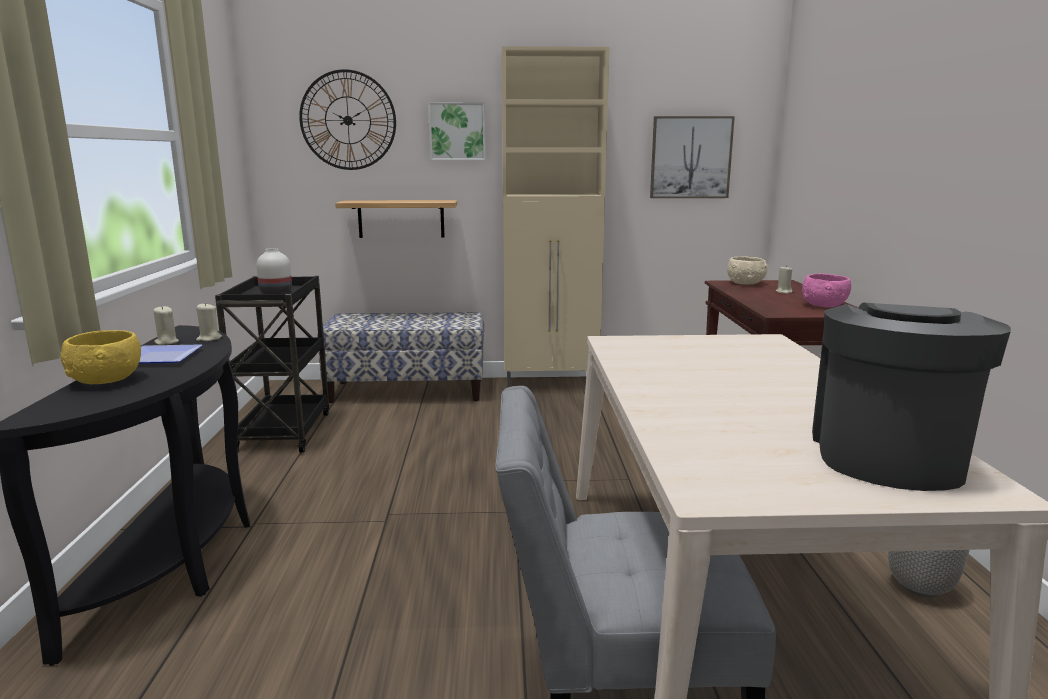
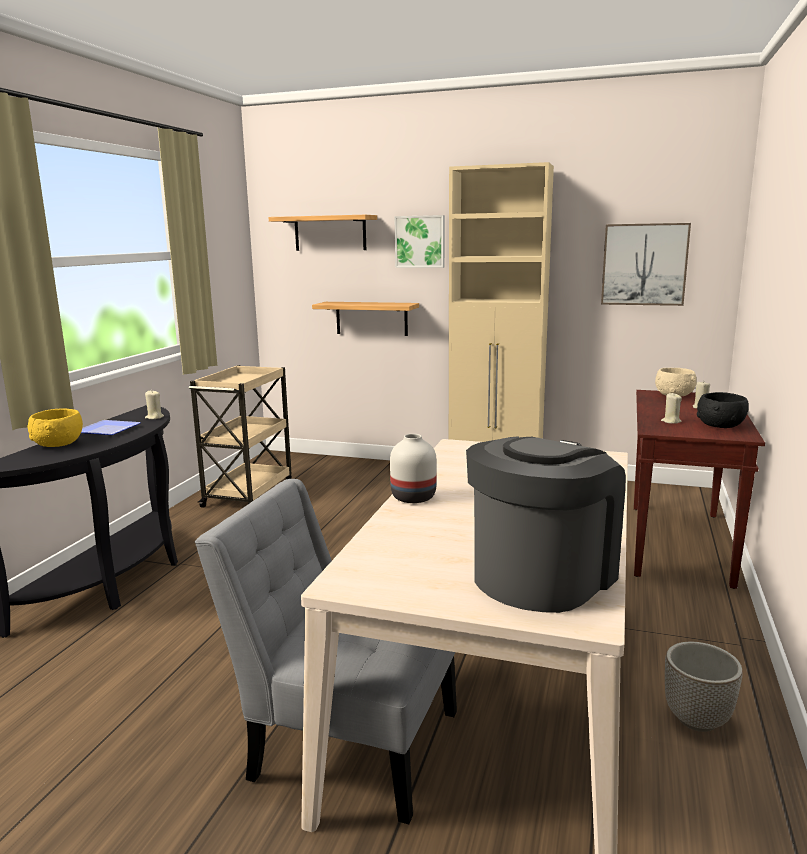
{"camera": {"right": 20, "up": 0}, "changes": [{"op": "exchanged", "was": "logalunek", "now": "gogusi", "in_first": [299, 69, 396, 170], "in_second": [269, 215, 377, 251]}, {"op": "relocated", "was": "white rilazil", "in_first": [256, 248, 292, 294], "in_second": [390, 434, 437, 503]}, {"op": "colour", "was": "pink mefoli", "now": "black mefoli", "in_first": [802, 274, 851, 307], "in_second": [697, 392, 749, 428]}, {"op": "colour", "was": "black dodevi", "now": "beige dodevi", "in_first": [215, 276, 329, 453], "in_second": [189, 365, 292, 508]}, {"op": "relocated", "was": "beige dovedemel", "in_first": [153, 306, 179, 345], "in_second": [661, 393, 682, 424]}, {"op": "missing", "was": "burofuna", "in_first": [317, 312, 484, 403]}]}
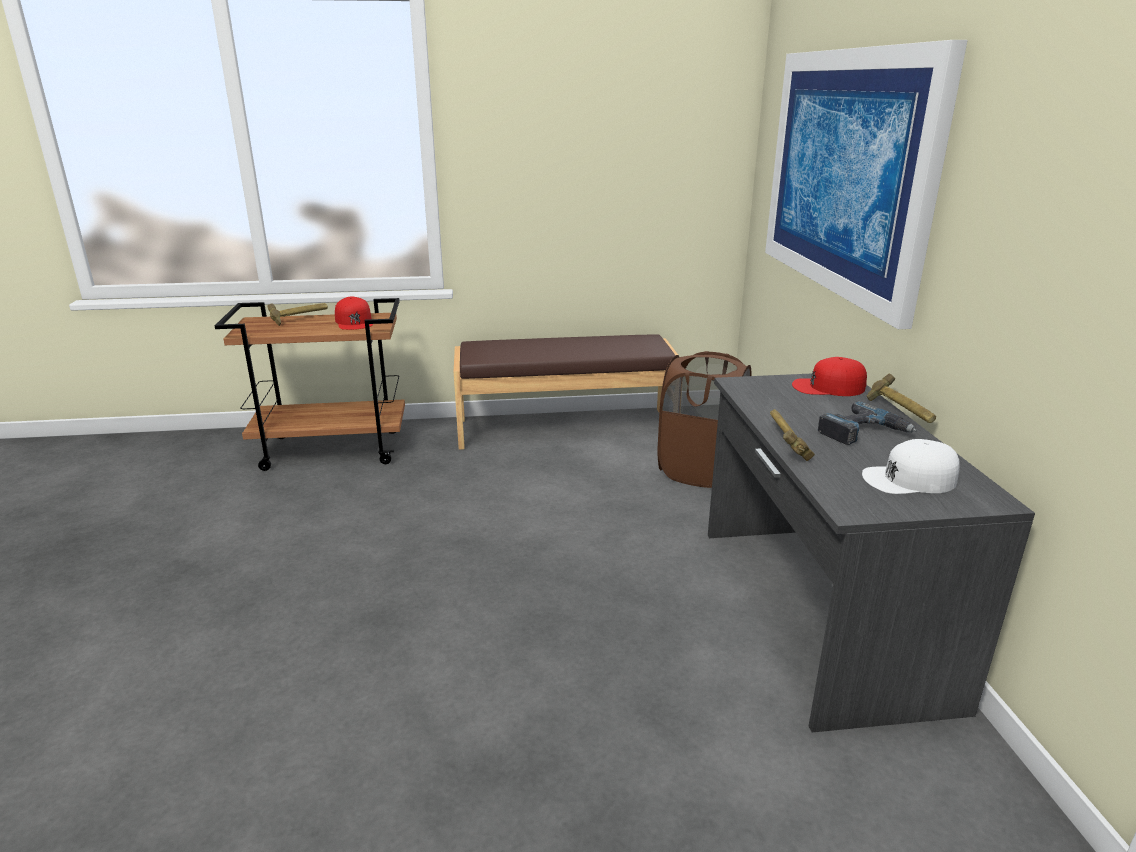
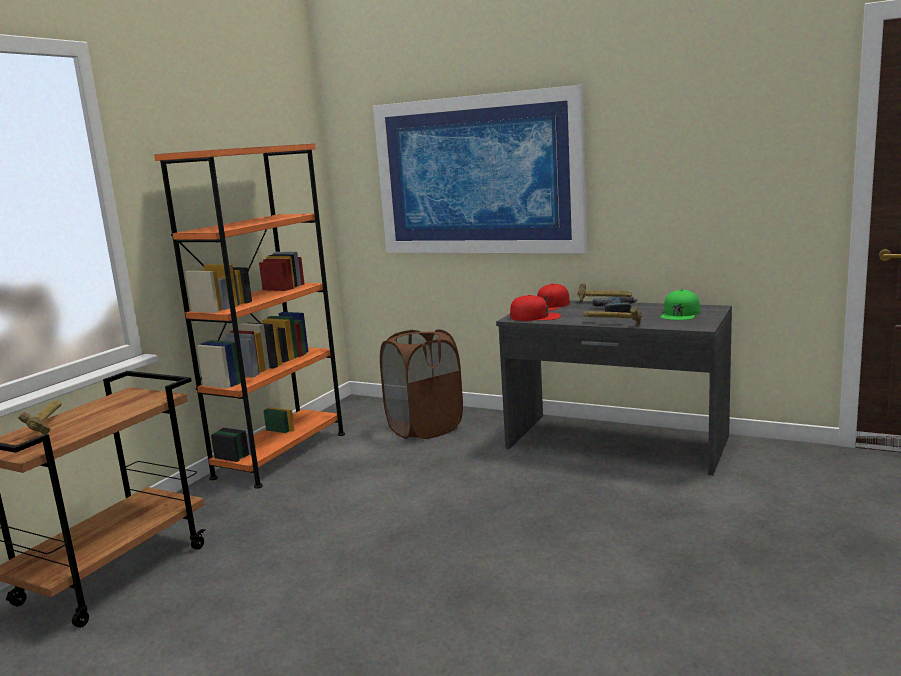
{"camera": {"right": -55, "up": -10}, "changes": [{"op": "relocated", "was": "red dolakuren", "in_first": [335, 296, 373, 330], "in_second": [510, 295, 561, 321]}, {"op": "exchanged", "was": "brown burofuna", "now": "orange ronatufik", "in_first": [454, 334, 680, 450], "in_second": [154, 143, 345, 489]}, {"op": "colour", "was": "white dolakuren", "now": "green dolakuren", "in_first": [862, 439, 960, 494], "in_second": [660, 290, 700, 320]}]}
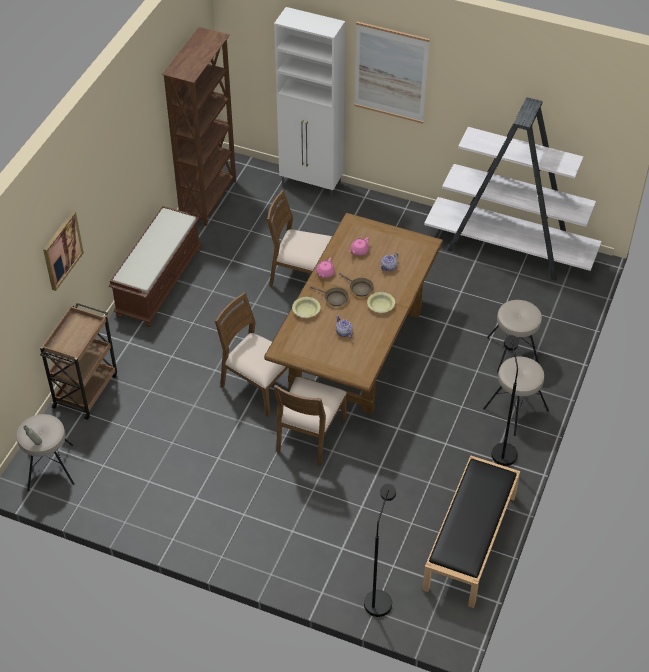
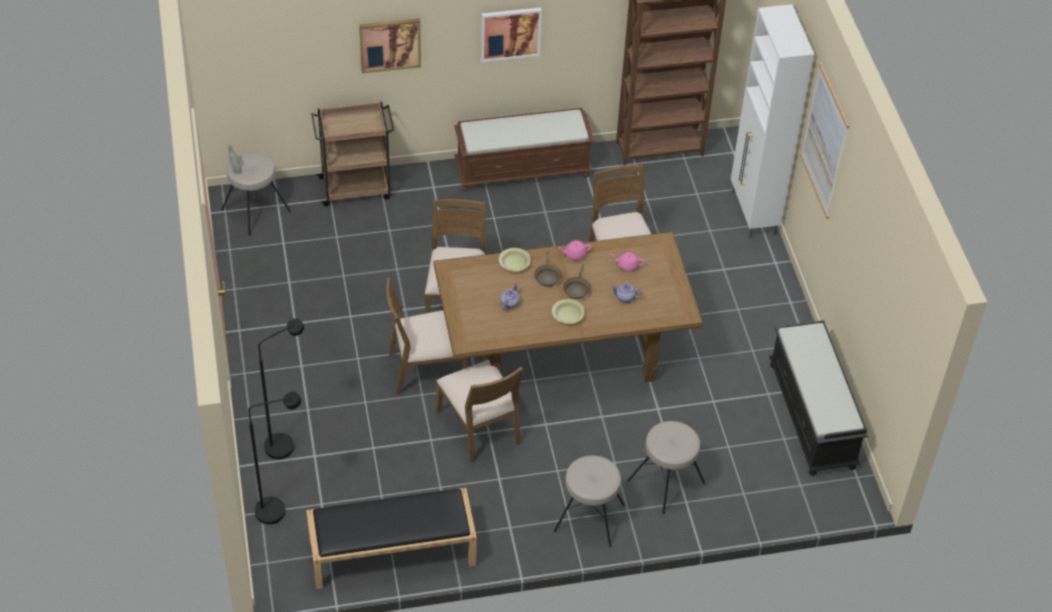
{"camera": {"right": 55, "up": 0}, "changes": [{"op": "exchanged", "was": "white ronatufik", "now": "black burofuna", "in_first": [424, 97, 602, 281], "in_second": [769, 320, 868, 476]}, {"op": "relocated", "was": "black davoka", "in_first": [491, 335, 519, 466], "in_second": [258, 318, 304, 460]}, {"op": "appeared", "now": "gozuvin", "in_second": [481, 7, 542, 62]}, {"op": "appeared", "now": "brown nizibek", "in_second": [436, 360, 523, 463]}]}
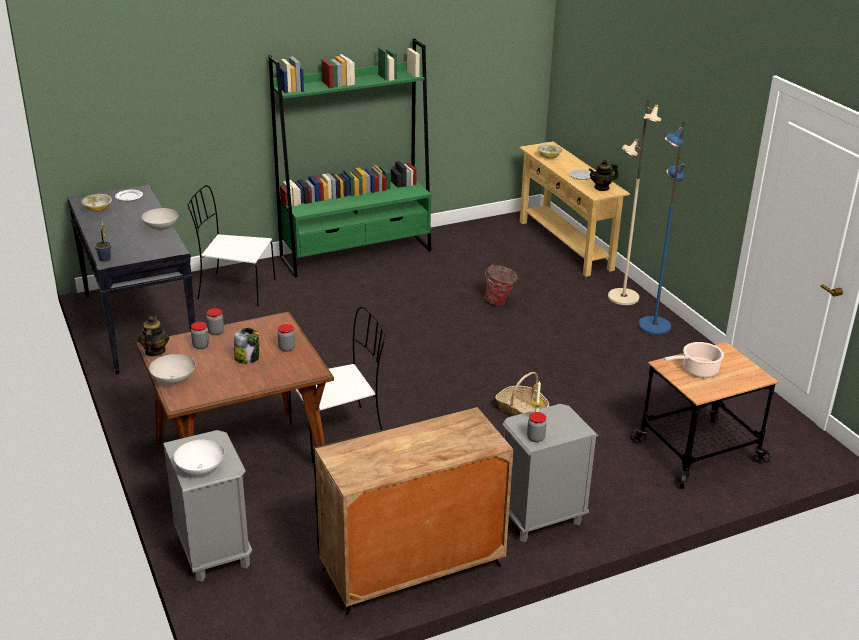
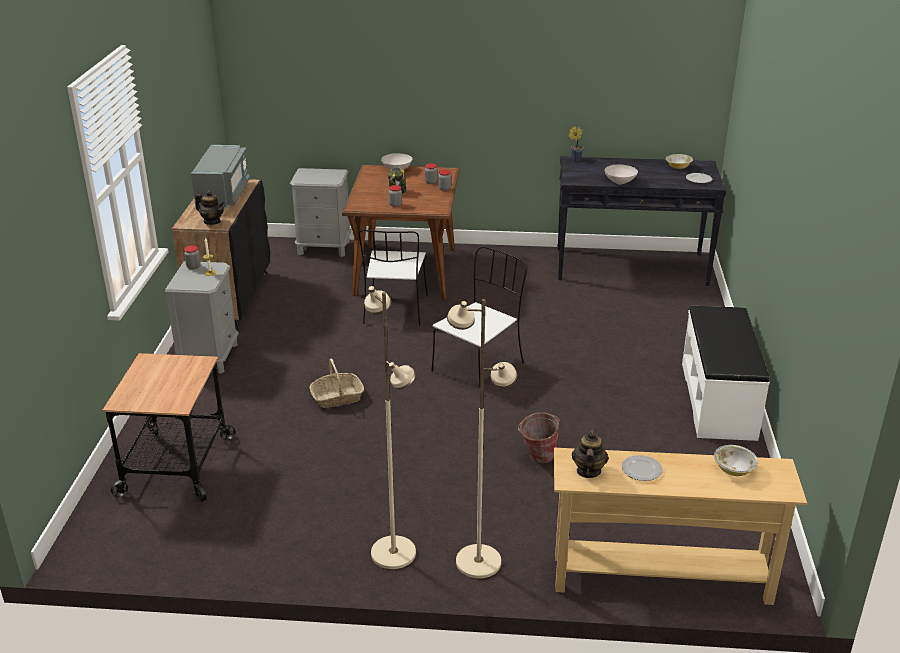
{"camera": {"right": 120, "up": 0}, "changes": [{"op": "exchanged", "was": "green ronatufik", "now": "white burofuna", "in_first": [268, 38, 431, 277], "in_second": [682, 306, 770, 441]}, {"op": "colour", "was": "blue davoka", "now": "beige davoka", "in_first": [638, 121, 686, 335], "in_second": [364, 286, 416, 569]}, {"op": "relocated", "was": "white nizibek", "in_first": [187, 185, 275, 307], "in_second": [431, 246, 527, 383]}, {"op": "relocated", "was": "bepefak", "in_first": [138, 315, 169, 356], "in_second": [195, 191, 225, 225]}, {"op": "missing", "was": "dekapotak", "in_first": [664, 342, 724, 378]}, {"op": "missing", "was": "white mefoli", "in_first": [174, 440, 224, 475]}, {"op": "appeared", "now": "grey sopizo", "in_second": [191, 145, 250, 208]}]}
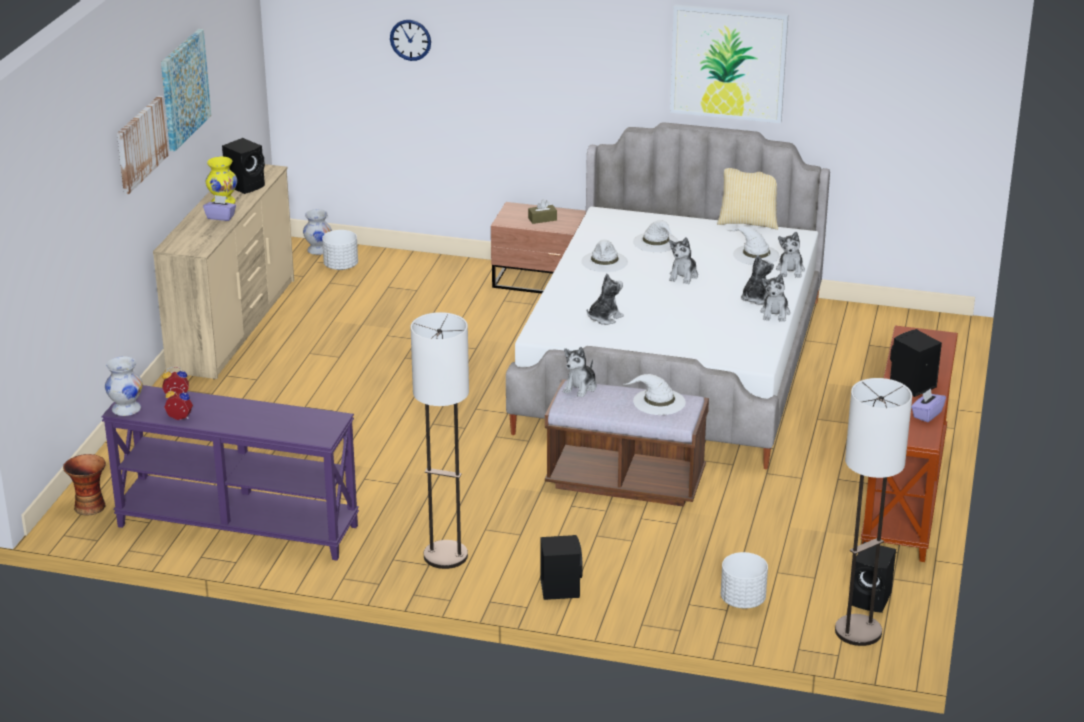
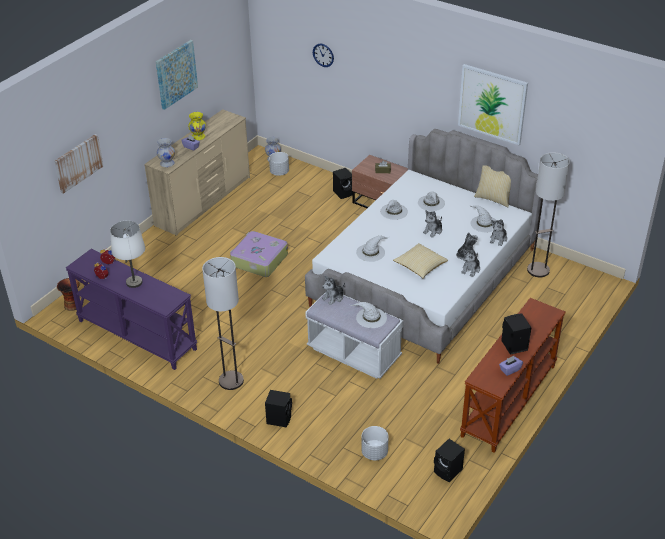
{"camera": {"right": 20, "up": 10}, "changes": [{"op": "relocated", "was": "gozuvin", "in_first": [117, 96, 169, 194], "in_second": [54, 134, 104, 194]}, {"op": "relocated", "was": "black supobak", "in_first": [222, 138, 265, 194], "in_second": [333, 168, 353, 199]}, {"op": "exchanged", "was": "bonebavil", "now": "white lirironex", "in_first": [587, 274, 624, 325], "in_second": [356, 236, 389, 262]}, {"op": "relocated", "was": "white rilazil", "in_first": [105, 356, 143, 416], "in_second": [157, 138, 175, 167]}, {"op": "relocated", "was": "davoka", "in_first": [835, 378, 912, 646], "in_second": [527, 152, 570, 277]}, {"op": "colour", "was": "brown burofuna", "now": "white burofuna", "in_first": [545, 379, 709, 507], "in_second": [305, 292, 403, 379]}, {"op": "appeared", "now": "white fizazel", "in_second": [110, 221, 145, 288]}, {"op": "appeared", "now": "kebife", "in_second": [230, 231, 288, 277]}, {"op": "appeared", "now": "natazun", "in_second": [393, 243, 448, 278]}]}
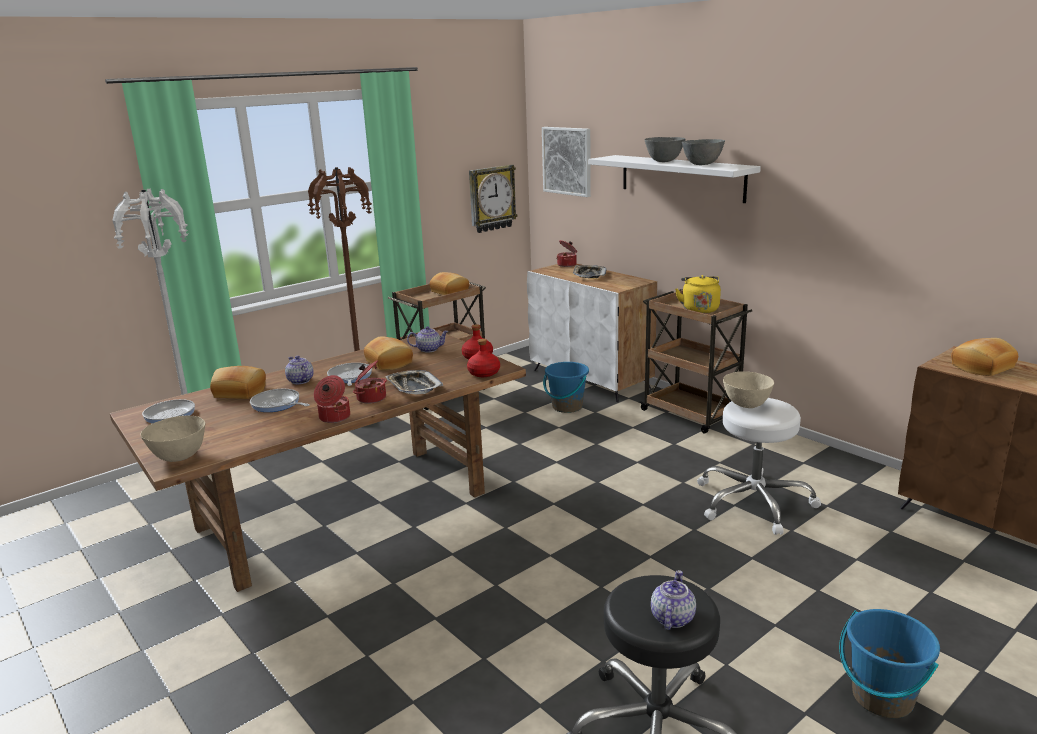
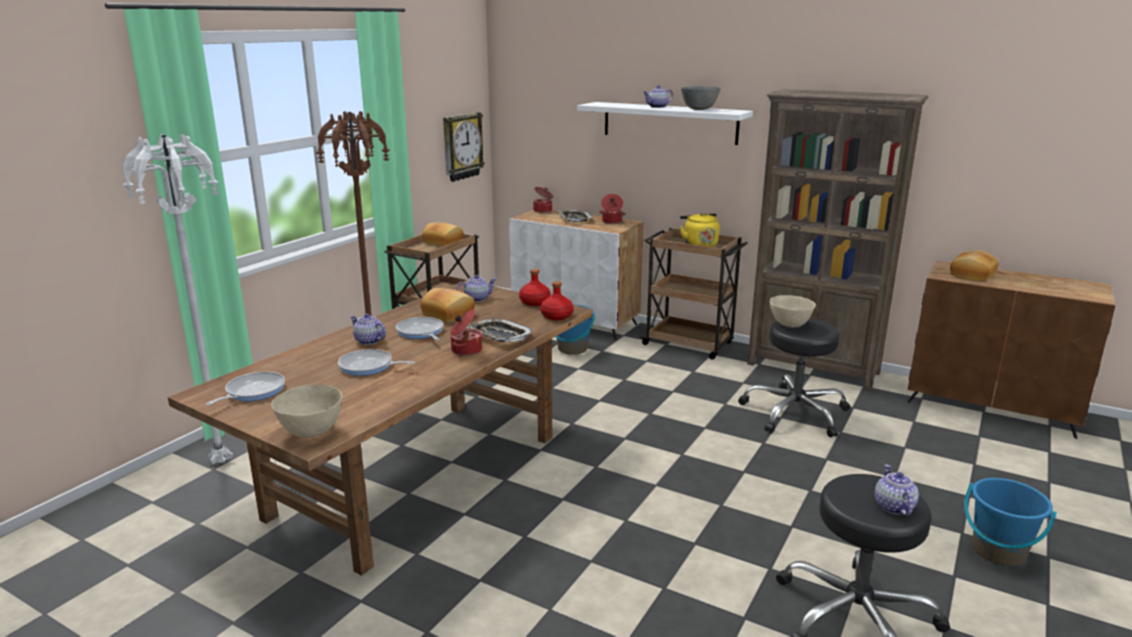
{"camera": {"right": -20, "up": 0}, "changes": [{"op": "missing", "was": "gozuvin", "in_first": [542, 127, 591, 197]}, {"op": "exchanged", "was": "grey mefoli", "now": "bepefak", "in_first": [645, 137, 686, 162], "in_second": [644, 85, 673, 108]}, {"op": "missing", "was": "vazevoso", "in_first": [210, 366, 266, 399]}, {"op": "relocated", "was": "dekapotak", "in_first": [314, 375, 350, 423], "in_second": [599, 194, 625, 224]}, {"op": "colour", "was": "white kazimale", "now": "black kazimale", "in_first": [697, 398, 821, 535], "in_second": [738, 318, 850, 437]}, {"op": "spun", "was": "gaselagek", "in_first": [142, 399, 195, 423], "in_second": [206, 372, 285, 406], "clockwise": 90}, {"op": "appeared", "now": "brown ronatufik", "in_second": [747, 89, 928, 391]}]}
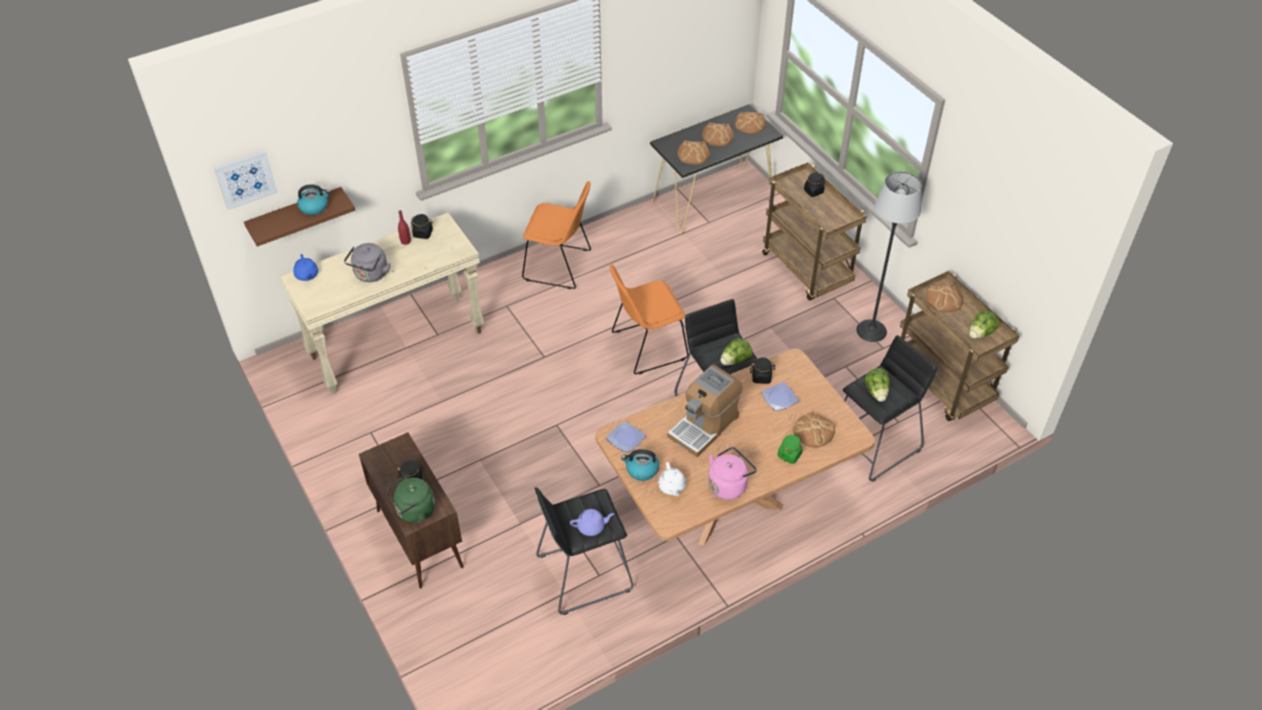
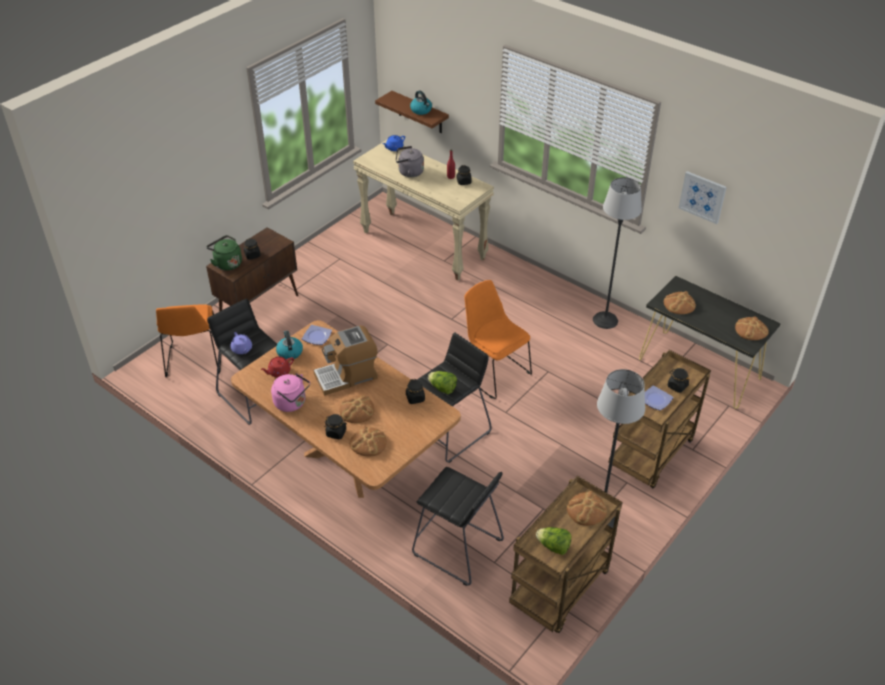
{"camera": {"right": 70, "up": -5}, "changes": [{"op": "relocated", "was": "vazevoso", "in_first": [702, 122, 734, 146], "in_second": [339, 395, 375, 423]}, {"op": "relocated", "was": "gozuvin", "in_first": [214, 150, 278, 210], "in_second": [679, 171, 726, 224]}, {"op": "relocated", "was": "orange nizibek", "in_first": [522, 181, 591, 289], "in_second": [156, 304, 222, 377]}, {"op": "spun", "was": "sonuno", "in_first": [667, 364, 743, 457], "in_second": [313, 326, 378, 395], "clockwise": -45}, {"op": "missing", "was": "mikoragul", "in_first": [865, 368, 890, 402]}, {"op": "relocated", "was": "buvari", "in_first": [761, 382, 799, 411], "in_second": [645, 386, 673, 410]}, {"op": "colour", "was": "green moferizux", "now": "black moferizux", "in_first": [778, 435, 803, 464], "in_second": [325, 414, 347, 439]}, {"op": "colour", "was": "white bepefak", "now": "red bepefak", "in_first": [658, 462, 686, 496], "in_second": [260, 357, 294, 378]}, {"op": "appeared", "now": "davoka", "in_second": [593, 177, 642, 329]}]}
